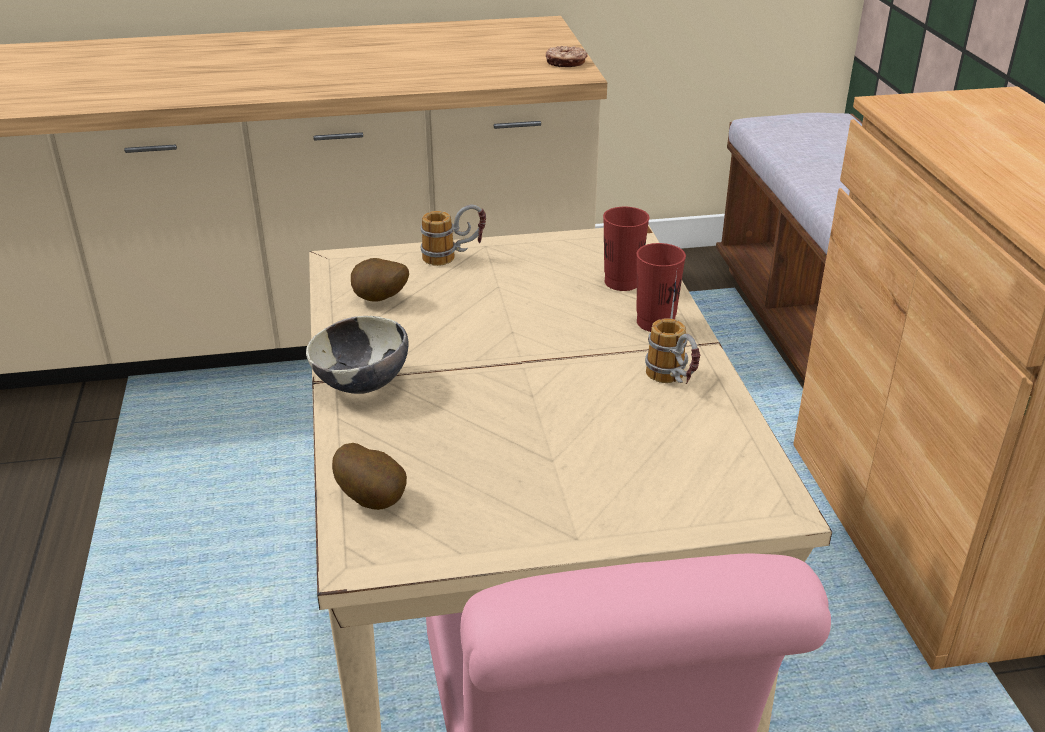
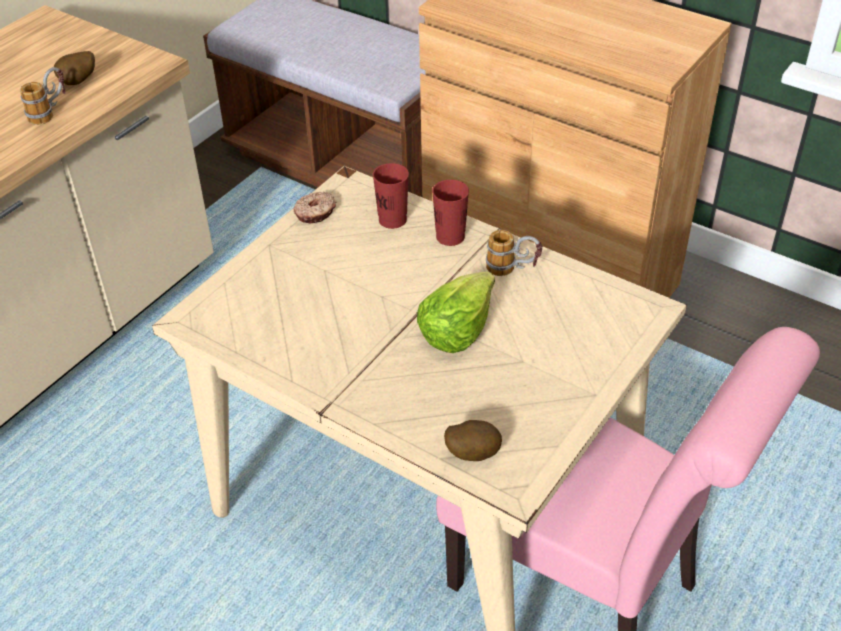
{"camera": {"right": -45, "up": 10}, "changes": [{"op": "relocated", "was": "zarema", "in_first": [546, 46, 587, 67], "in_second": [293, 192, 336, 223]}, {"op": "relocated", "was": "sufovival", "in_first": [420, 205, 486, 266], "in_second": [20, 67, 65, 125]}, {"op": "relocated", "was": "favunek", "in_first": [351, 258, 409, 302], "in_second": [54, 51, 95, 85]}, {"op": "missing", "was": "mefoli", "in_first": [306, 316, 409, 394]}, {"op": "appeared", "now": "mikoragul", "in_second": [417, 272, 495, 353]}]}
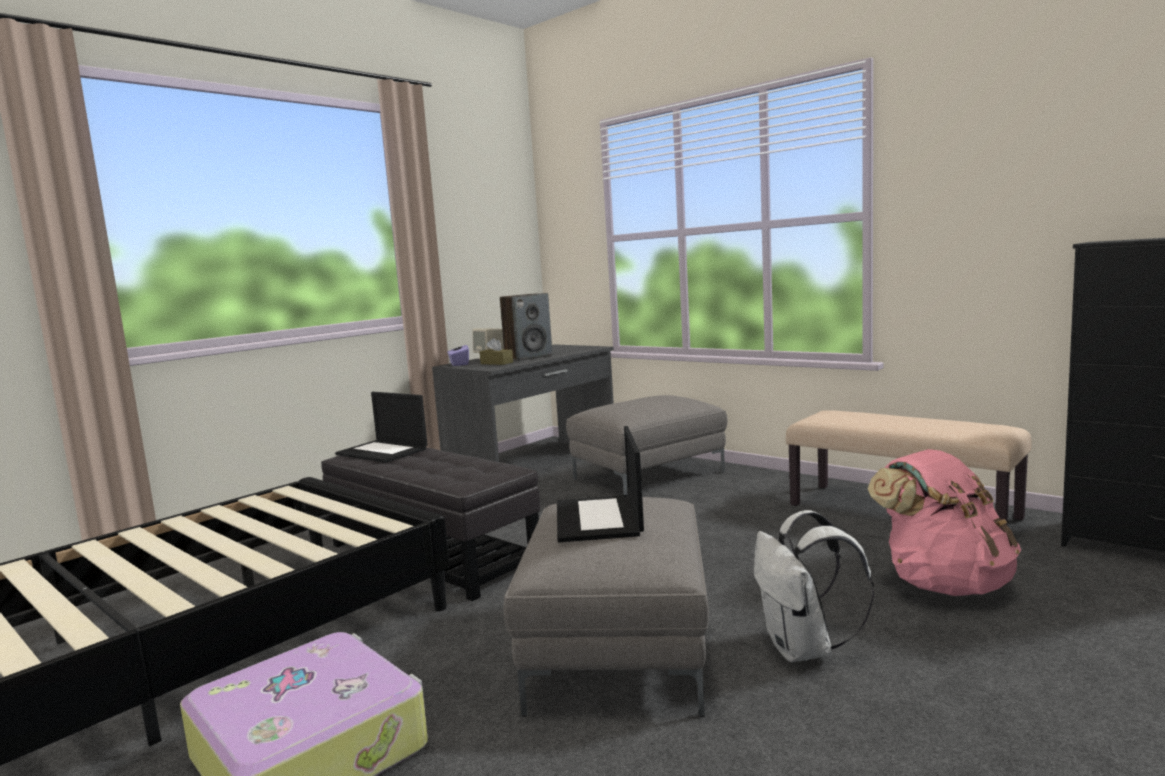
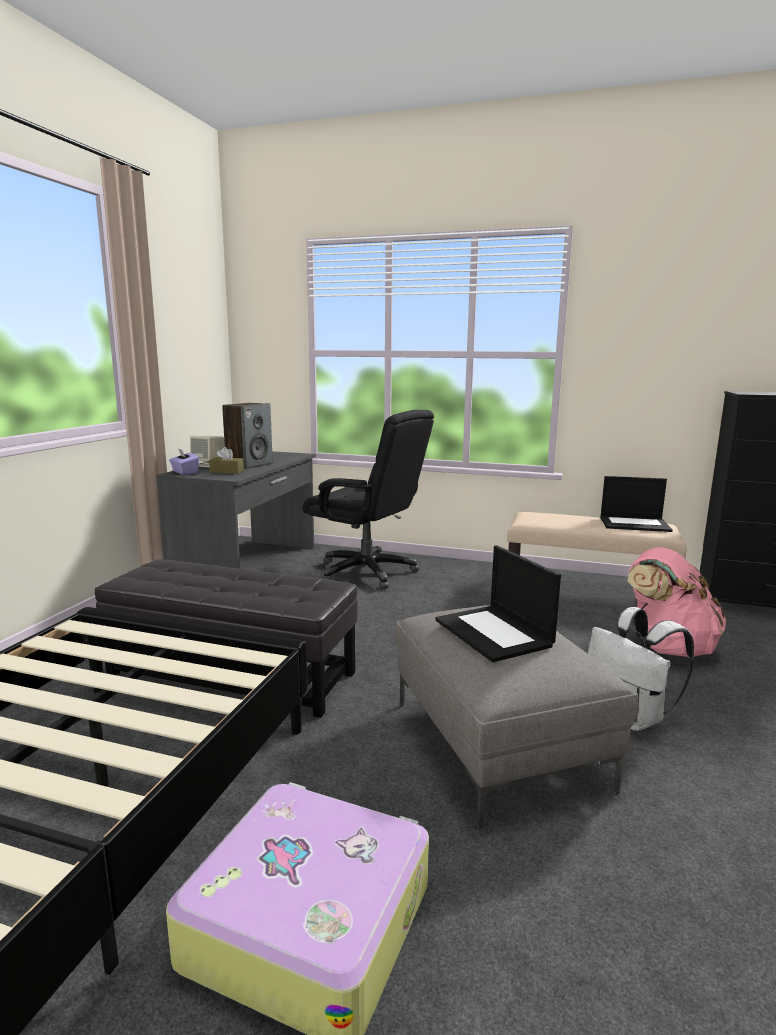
{"camera": {"right": -25, "up": 5}, "changes": [{"op": "relocated", "was": "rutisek", "in_first": [335, 392, 428, 463], "in_second": [600, 476, 673, 532]}, {"op": "exchanged", "was": "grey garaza", "now": "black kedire", "in_first": [566, 395, 727, 495], "in_second": [303, 410, 434, 589]}]}
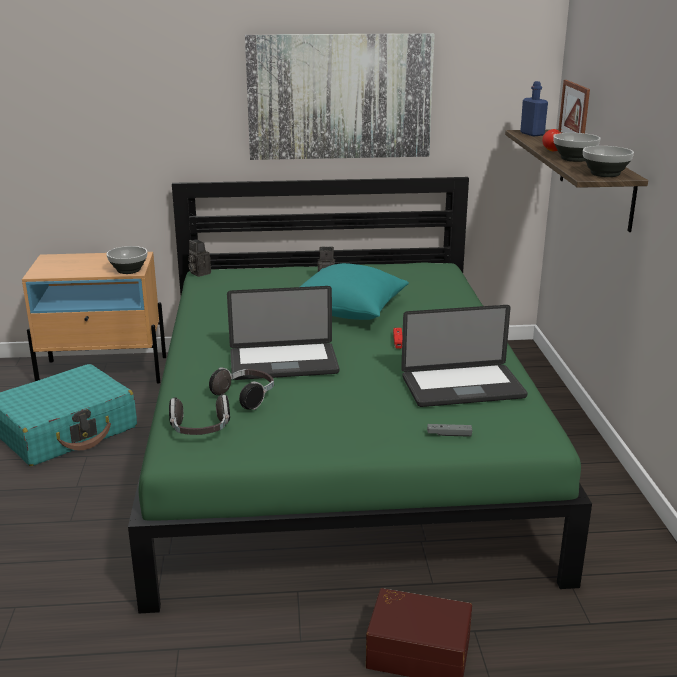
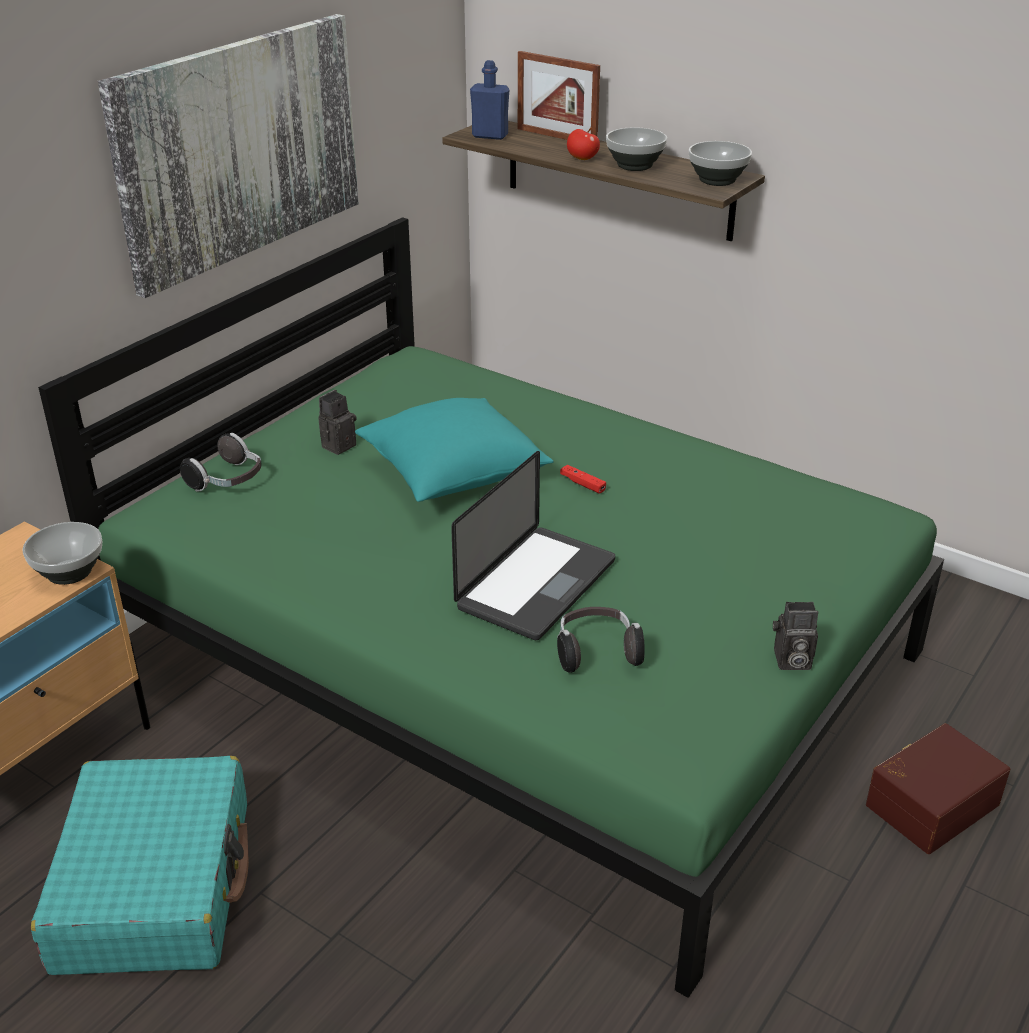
{"camera": {"right": -50, "up": 10}, "changes": [{"op": "relocated", "was": "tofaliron", "in_first": [188, 239, 211, 277], "in_second": [773, 602, 818, 670]}, {"op": "missing", "was": "rutisek", "in_first": [401, 305, 528, 407]}, {"op": "relocated", "was": "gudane", "in_first": [169, 394, 230, 435], "in_second": [180, 433, 262, 492]}, {"op": "missing", "was": "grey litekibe", "in_first": [427, 424, 472, 437]}]}
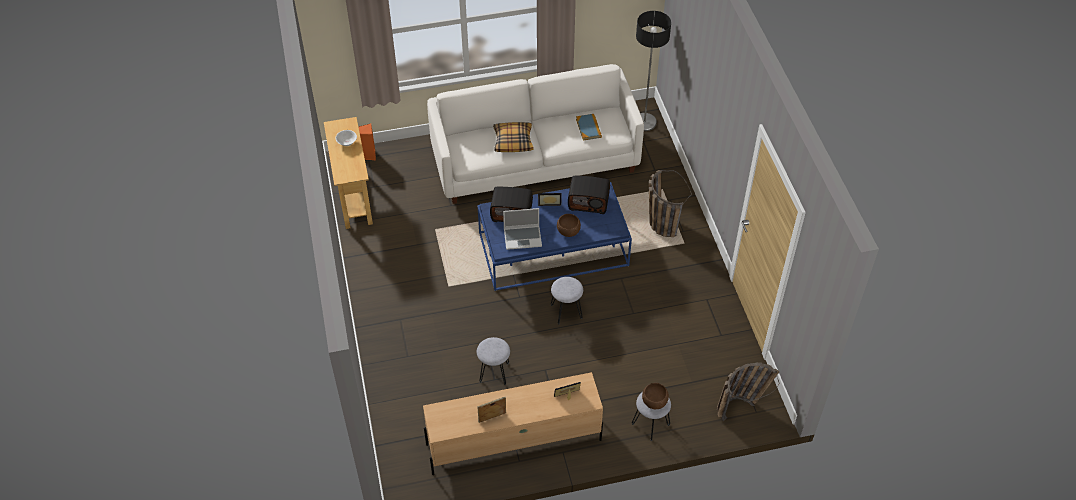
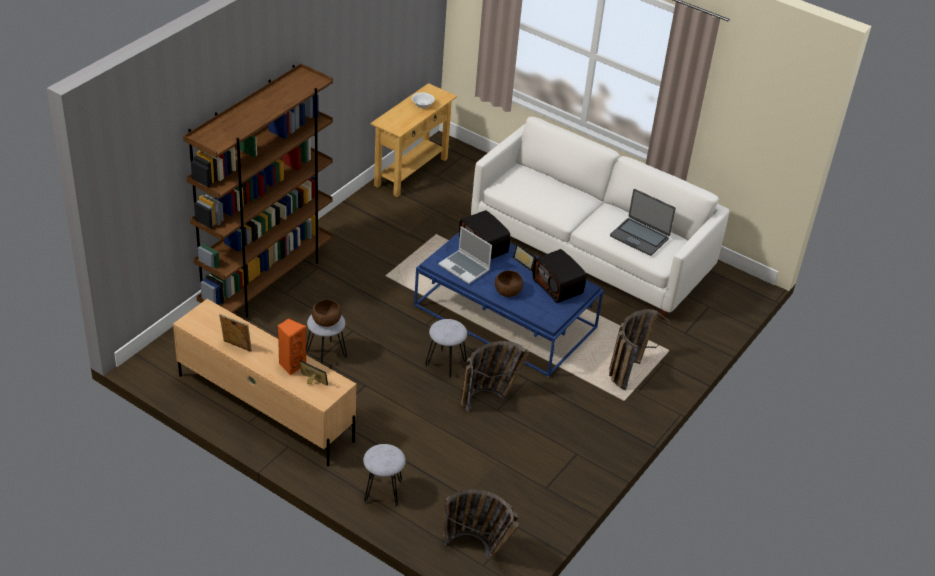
{"camera": {"right": 45, "up": -10}, "changes": [{"op": "missing", "was": "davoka", "in_first": [636, 11, 671, 131]}, {"op": "exchanged", "was": "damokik", "now": "rutisek", "in_first": [576, 114, 602, 141], "in_second": [610, 189, 676, 256]}, {"op": "missing", "was": "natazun", "in_first": [493, 122, 534, 152]}, {"op": "relocated", "was": "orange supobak", "in_first": [359, 123, 376, 160], "in_second": [278, 318, 306, 376]}, {"op": "relocated", "was": "brown mefoli", "in_first": [642, 383, 669, 409], "in_second": [312, 300, 341, 327]}, {"op": "appeared", "now": "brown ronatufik", "in_second": [183, 63, 333, 318]}, {"op": "appeared", "now": "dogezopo", "in_second": [461, 341, 530, 412]}]}
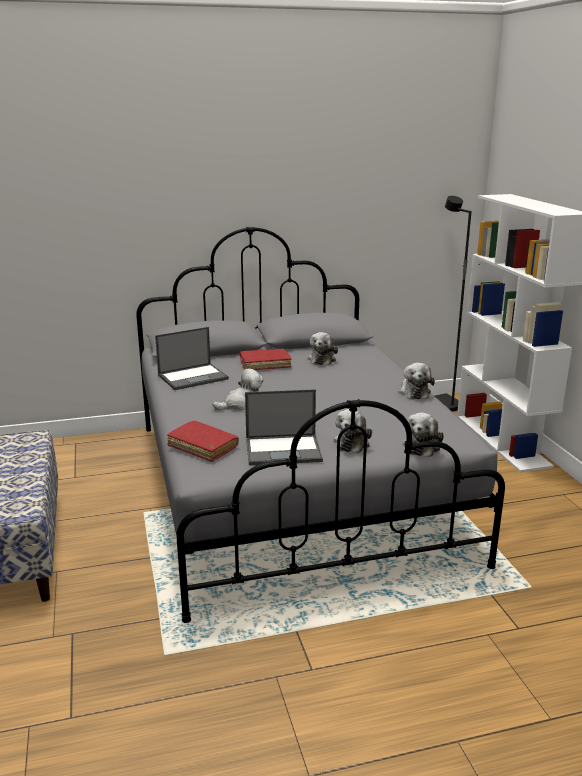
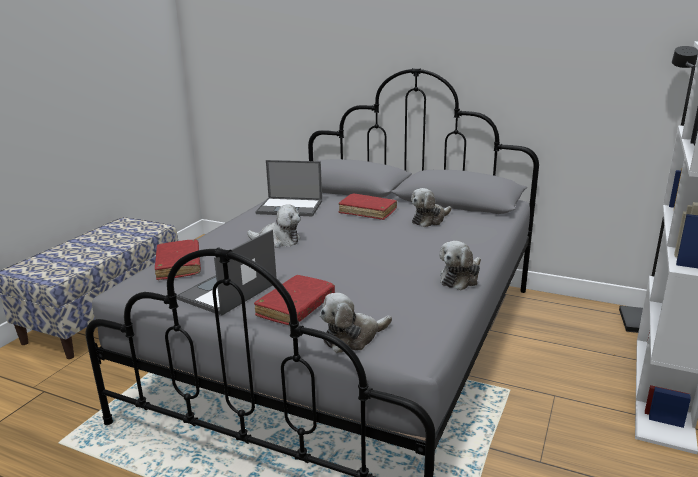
{"camera": {"right": 40, "up": 0}, "changes": [{"op": "spun", "was": "rutisek", "in_first": [245, 389, 323, 466], "in_second": [176, 230, 277, 316], "clockwise": 90}, {"op": "exchanged", "was": "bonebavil", "now": "red damokik", "in_first": [333, 409, 372, 453], "in_second": [254, 275, 335, 325]}]}
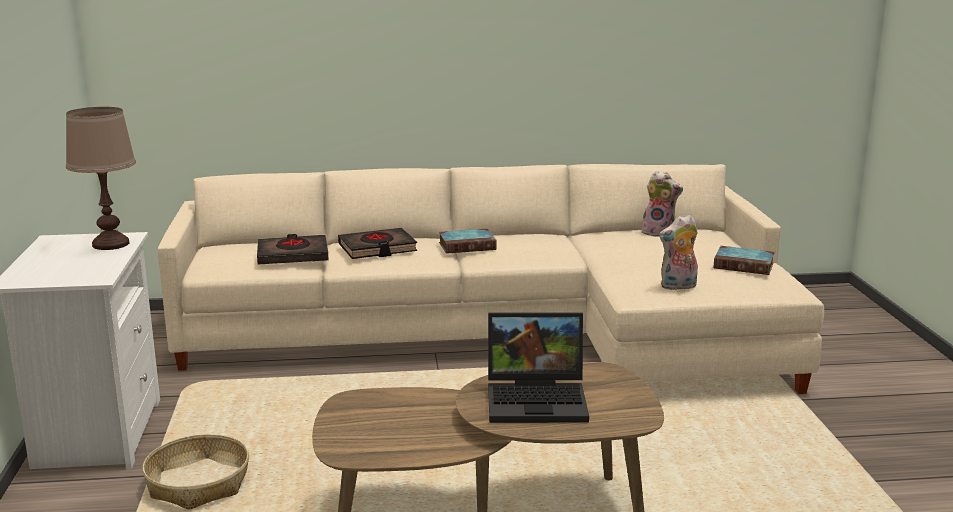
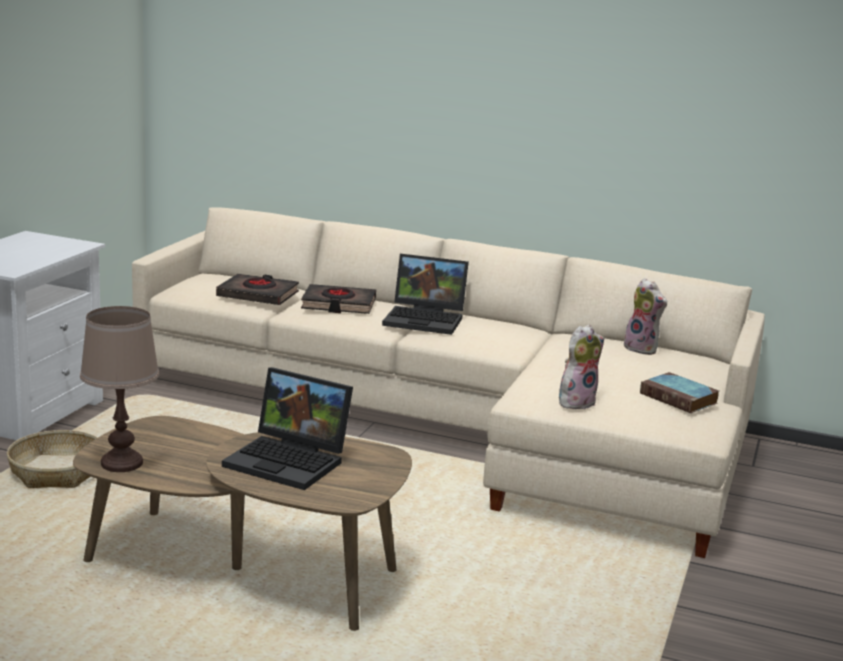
{"camera": {"right": 25, "up": 0}, "changes": [{"op": "relocated", "was": "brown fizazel", "in_first": [66, 107, 136, 250], "in_second": [80, 306, 159, 472]}, {"op": "spun", "was": "bonebavil", "in_first": [659, 215, 698, 290], "in_second": [559, 325, 604, 411], "clockwise": 135}, {"op": "exchanged", "was": "damokik", "now": "rutisek", "in_first": [439, 228, 497, 254], "in_second": [382, 254, 469, 335]}]}
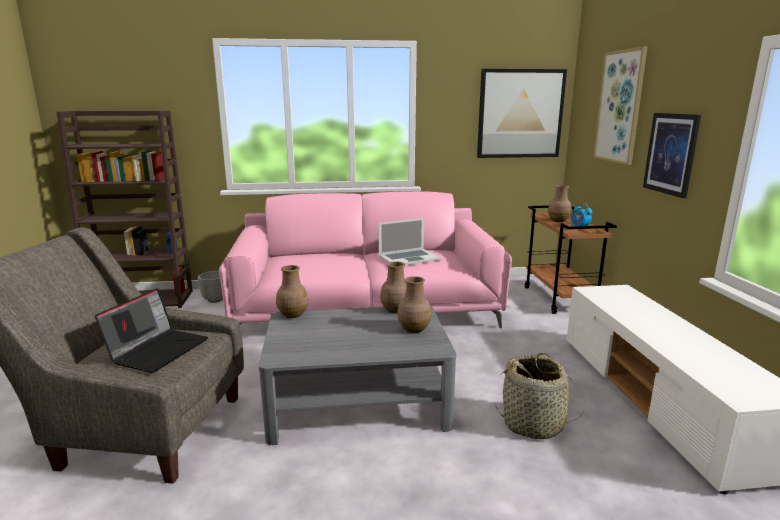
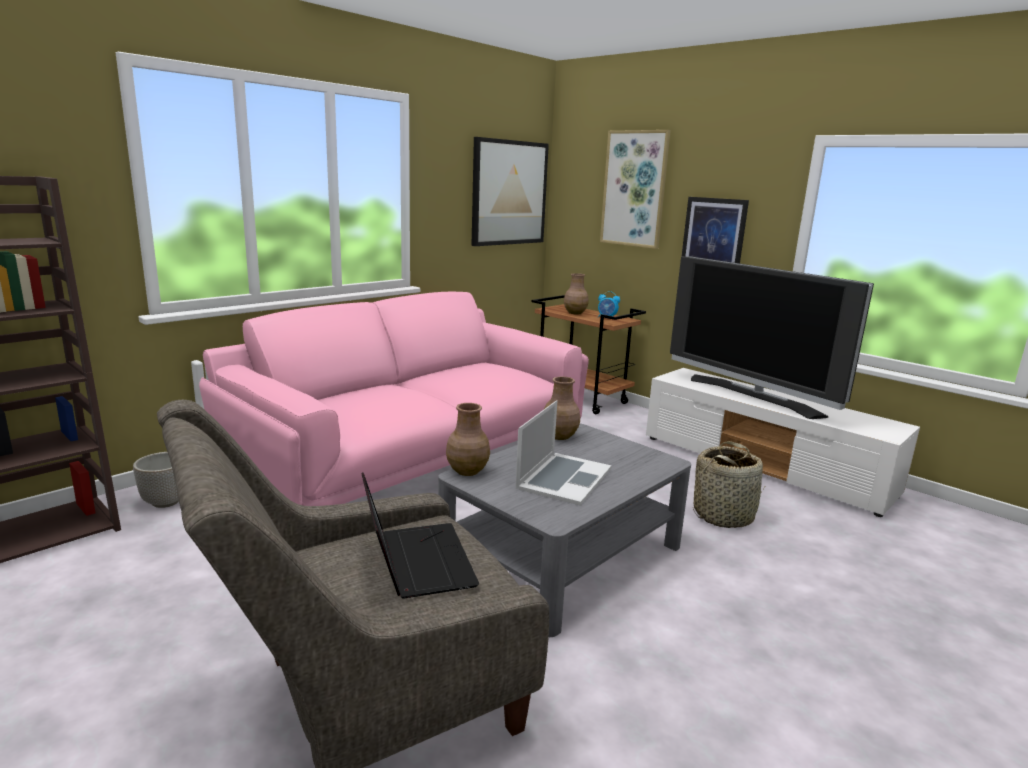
{"camera": {"right": -40, "up": 0}, "changes": [{"op": "relocated", "was": "rutisek", "in_first": [379, 218, 441, 265], "in_second": [515, 400, 611, 505]}, {"op": "missing", "was": "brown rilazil", "in_first": [397, 276, 431, 333]}, {"op": "appeared", "now": "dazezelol", "in_second": [670, 256, 874, 419]}]}
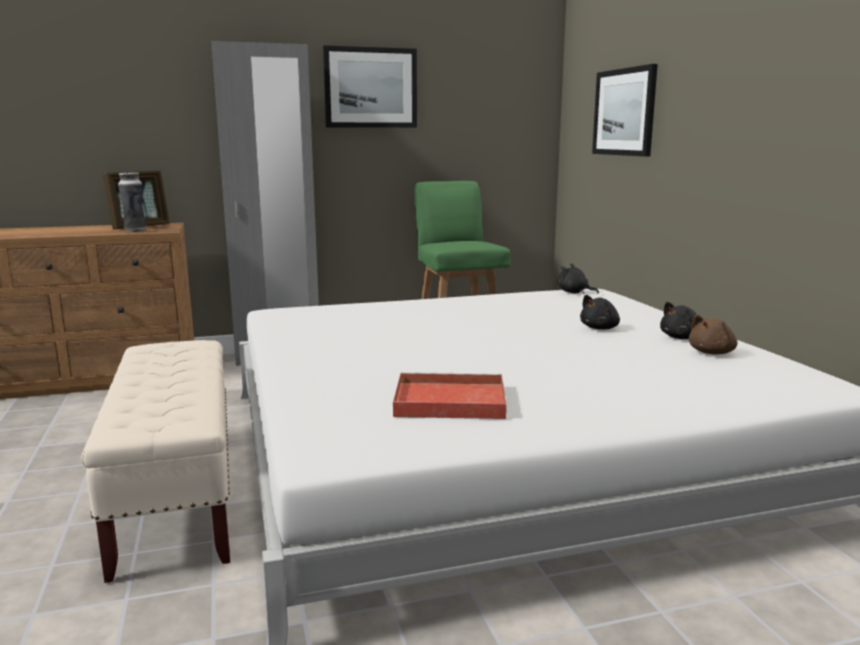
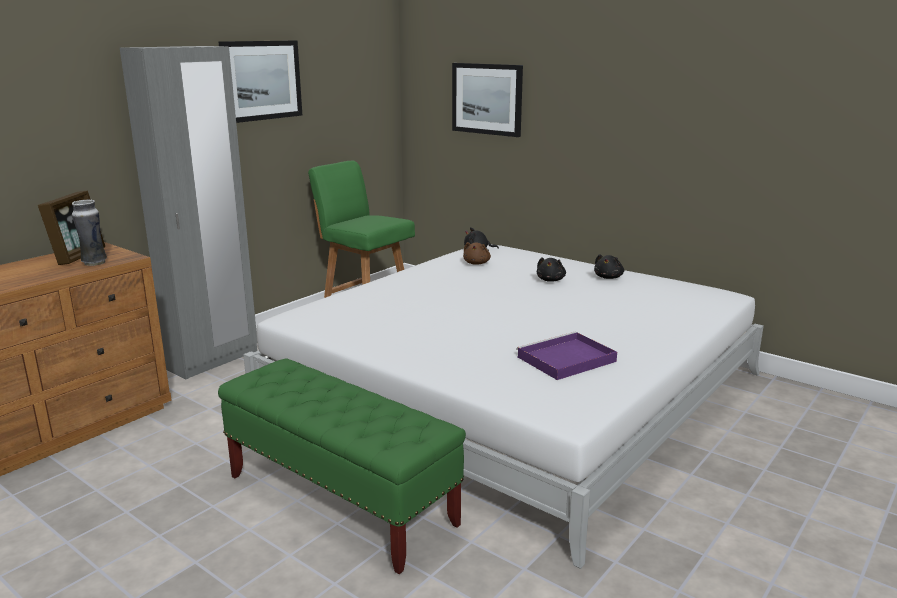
{"camera": {"right": -35, "up": 5}, "changes": [{"op": "relocated", "was": "brown bonebavil", "in_first": [689, 315, 737, 355], "in_second": [463, 242, 491, 265]}, {"op": "colour", "was": "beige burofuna", "now": "green burofuna", "in_first": [81, 340, 230, 583], "in_second": [218, 359, 466, 574]}, {"op": "colour", "was": "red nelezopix", "now": "purple nelezopix", "in_first": [393, 372, 507, 419], "in_second": [517, 332, 617, 380]}]}
